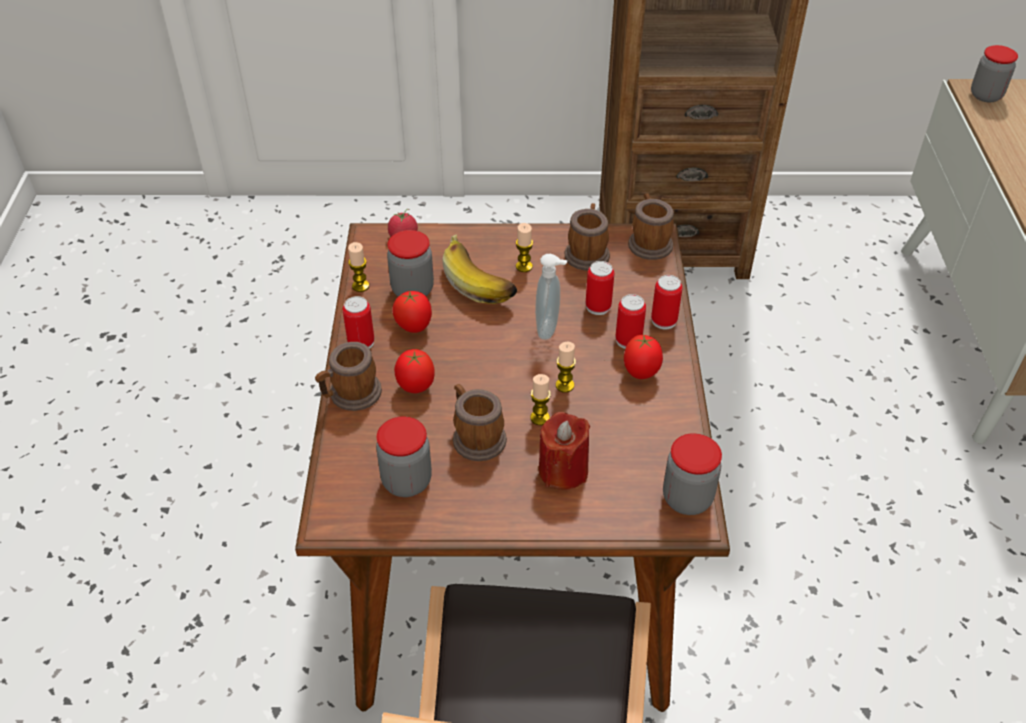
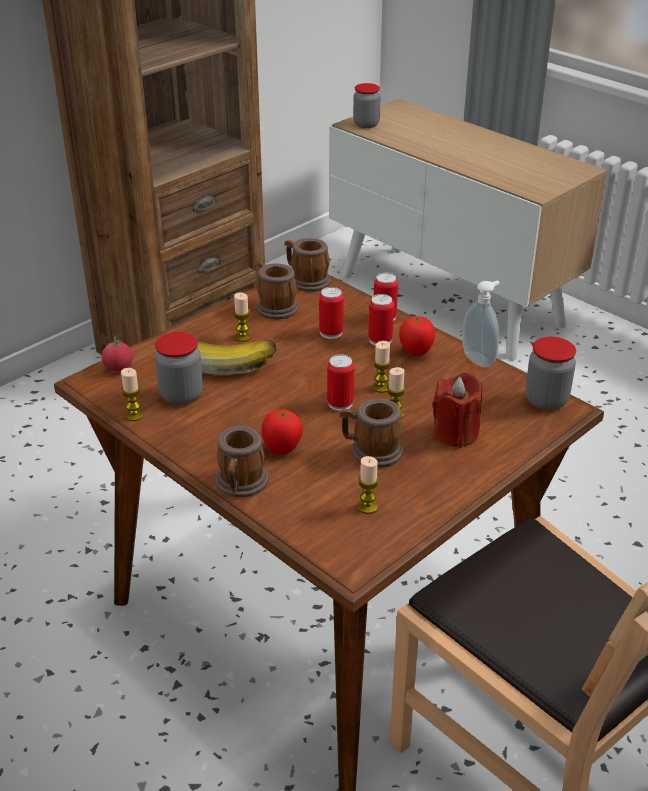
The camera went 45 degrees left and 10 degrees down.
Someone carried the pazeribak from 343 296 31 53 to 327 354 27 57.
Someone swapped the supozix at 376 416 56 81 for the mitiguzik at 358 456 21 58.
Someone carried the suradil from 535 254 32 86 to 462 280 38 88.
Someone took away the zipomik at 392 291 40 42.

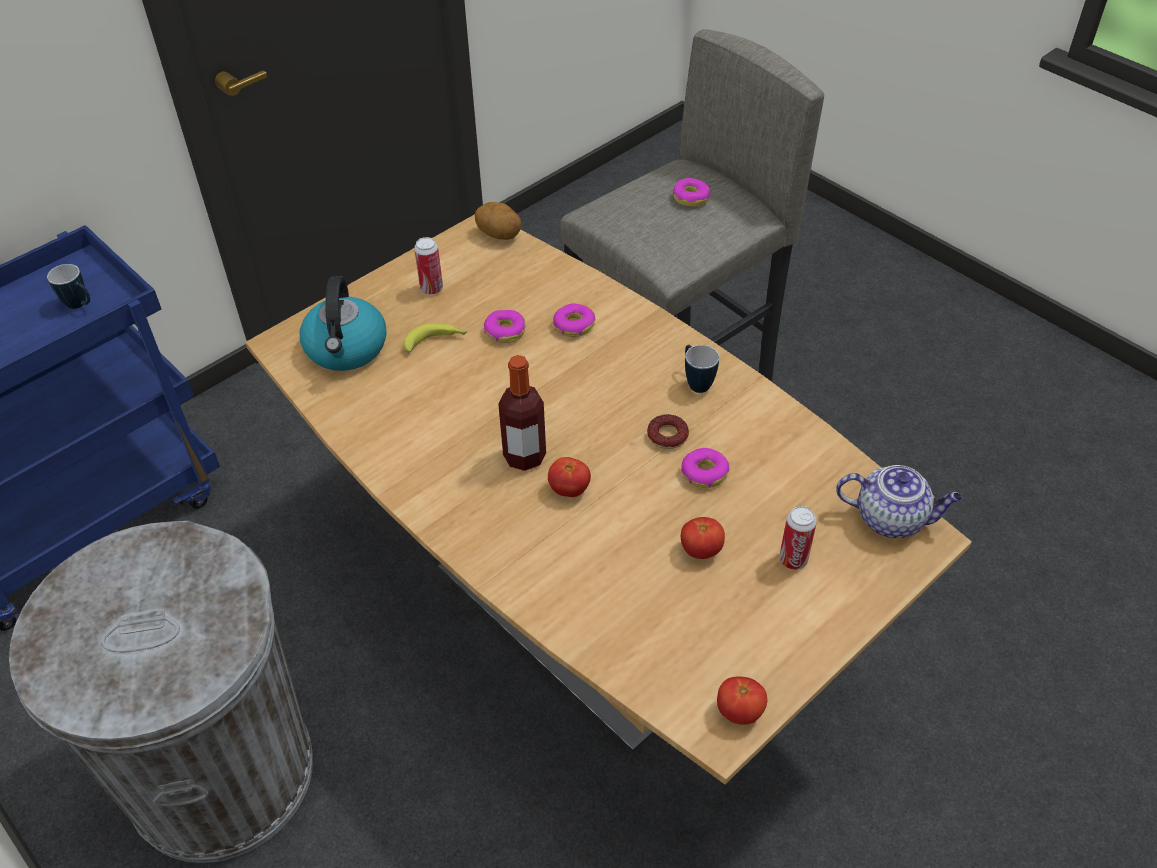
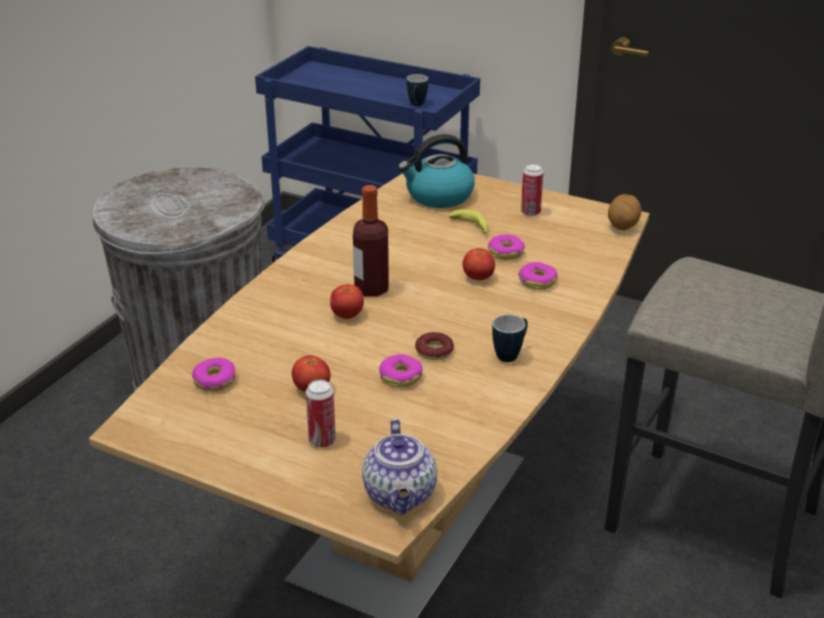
The camera went 70 degrees right and 15 degrees down.
Someone carried the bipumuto from 673 178 37 29 to 192 358 44 33.
Someone carried the zipomik from 717 676 50 49 to 463 248 32 32.

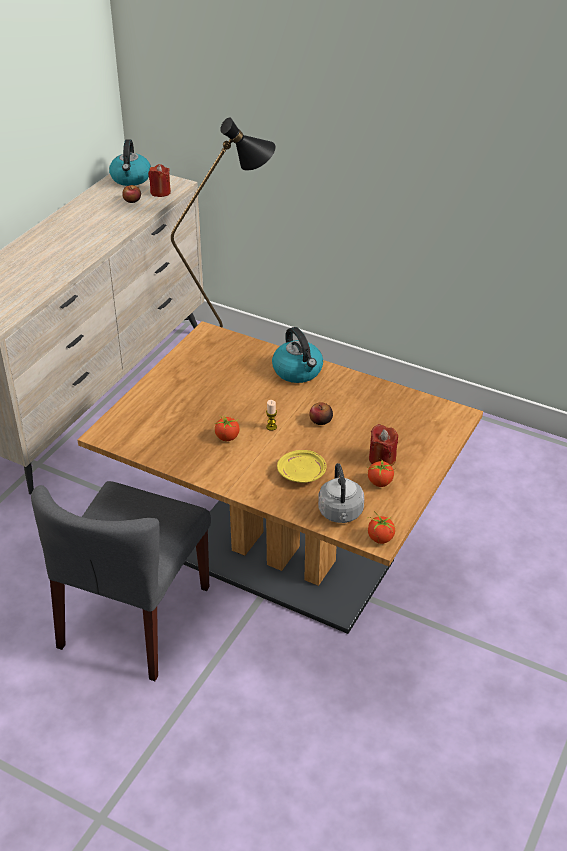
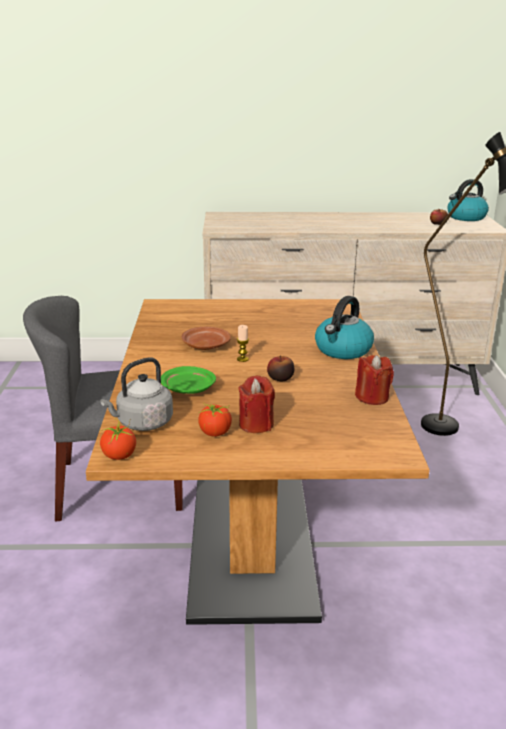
The camera went 60 degrees right and 15 degrees down.
Someone repainted the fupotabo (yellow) at 277 450 49 33, which became the fupotabo (green) at 161 366 55 28.
Someone swapped the zipomik at 215 416 24 26 for the fupotabo (brown) at 182 327 49 23.
Someone carried the mitiguzik (red) from 148 164 23 33 to 355 355 39 50.

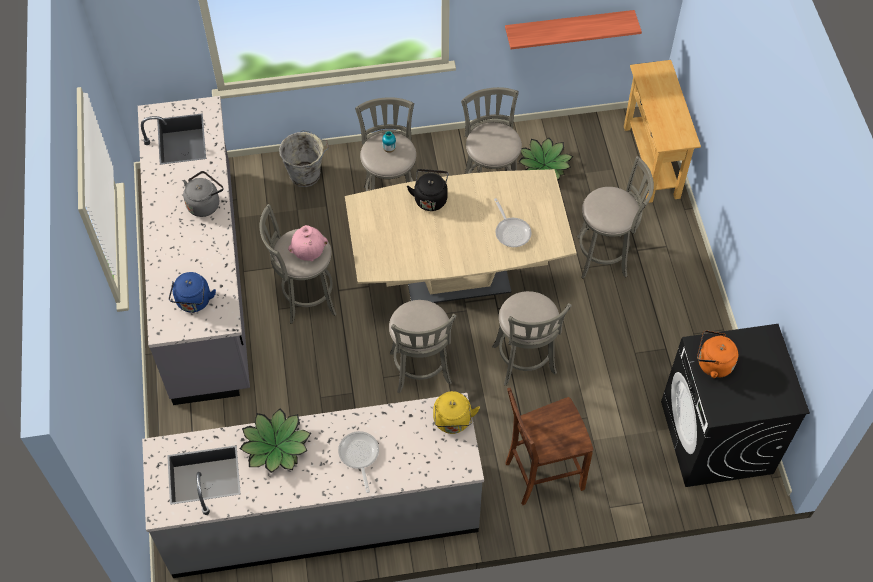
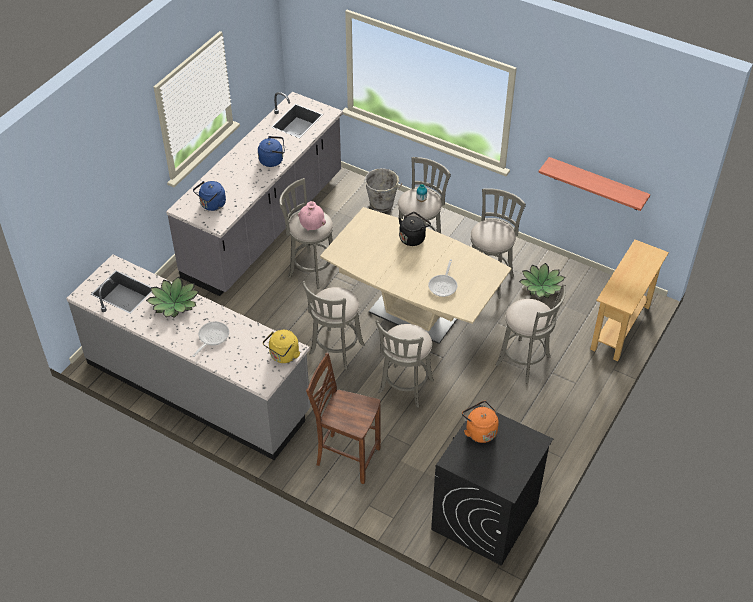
The camera went 40 degrees right and 10 degrees down.
Someone repainted the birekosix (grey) at 183 171 40 46, which became the birekosix (blue) at 258 136 27 31.

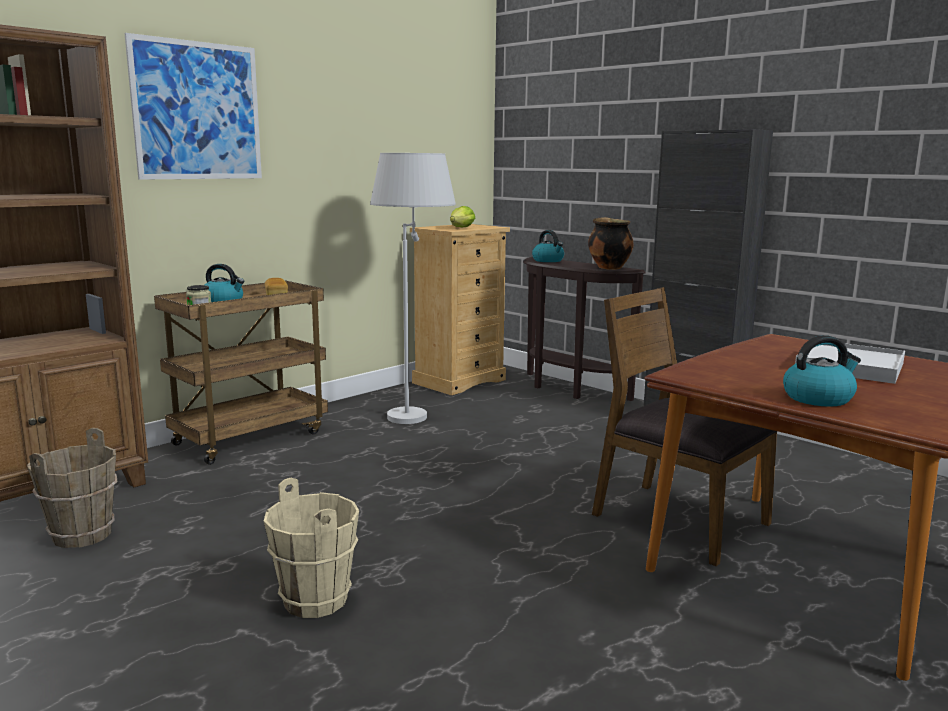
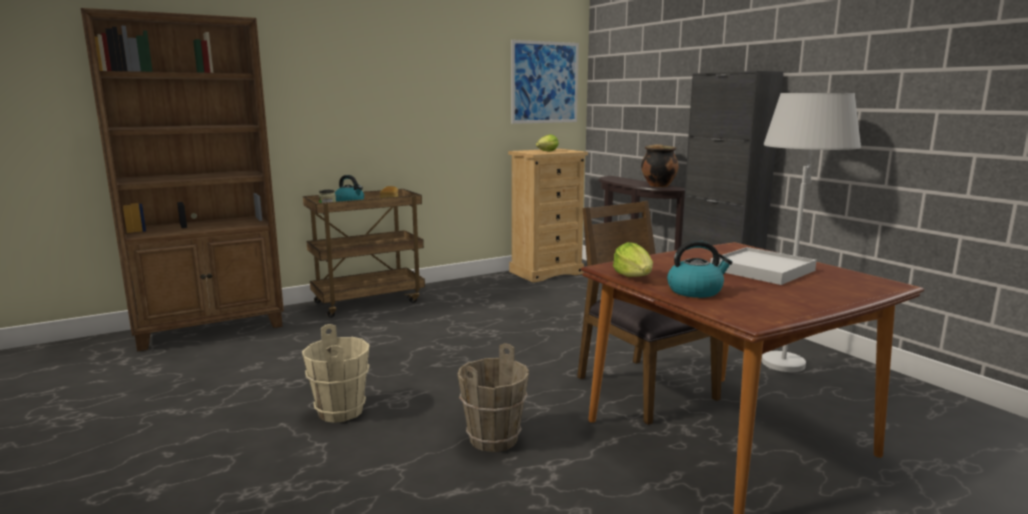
The camera went 15 degrees right and 0 degrees up.
Someone carried the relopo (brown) from 27 428 90 120 to 457 343 72 109.
Someone carried the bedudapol from 124 33 138 147 to 511 40 68 84.
Someone put down the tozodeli at 613 242 40 35.
Someone carried the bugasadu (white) from 370 153 86 271 to 762 93 99 279.
Someone took away the birekosix at 532 230 32 32.

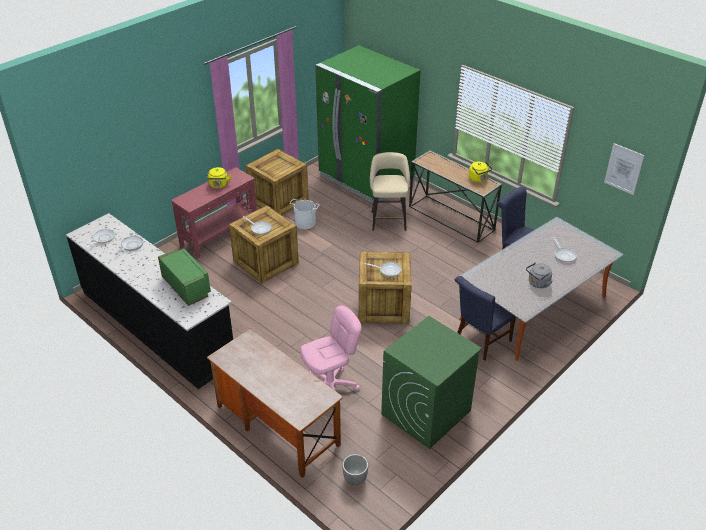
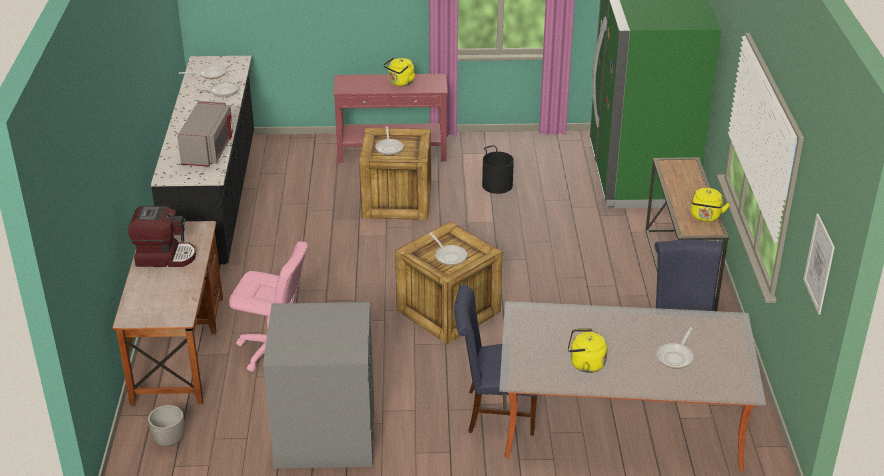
The camera went 45 degrees right and 5 degrees down.
Someone put down the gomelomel at 128 206 68 61.
Someone repainted the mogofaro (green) at 158 248 53 58, which became the mogofaro (grey) at 177 101 56 66.
Someone repainted the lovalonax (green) at 381 316 101 133, which became the lovalonax (grey) at 263 302 111 166.
Someone repainted the relopo (white) at 290 199 30 30, which became the relopo (black) at 482 145 32 49.
Someone repainted the birekosix (grey) at 526 263 26 25, which became the birekosix (yellow) at 568 329 39 44.
Someone took away the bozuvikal at 246 149 63 66.
Someone took away the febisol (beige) at 370 152 40 79.

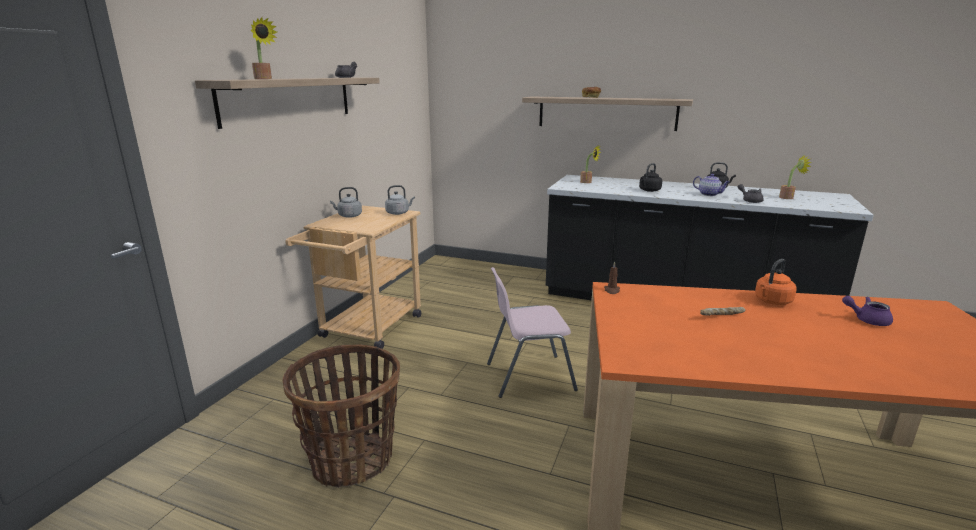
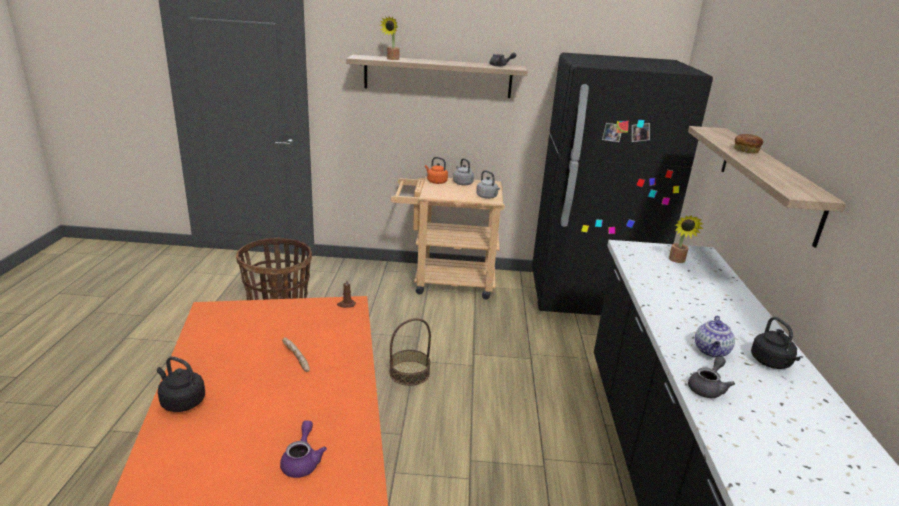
The camera went 70 degrees right and 5 degrees up.
Someone carried the birekosix (black) from 639 163 23 29 to 157 356 48 56.
Someone swapped the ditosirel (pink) at 487 267 91 131 for the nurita at 389 318 42 68.
Someone carried the birekosix (orange) from 755 259 42 46 to 425 157 23 27.
Someone put down the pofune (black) at 532 53 181 262.
Someone took away the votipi at 779 154 32 45.

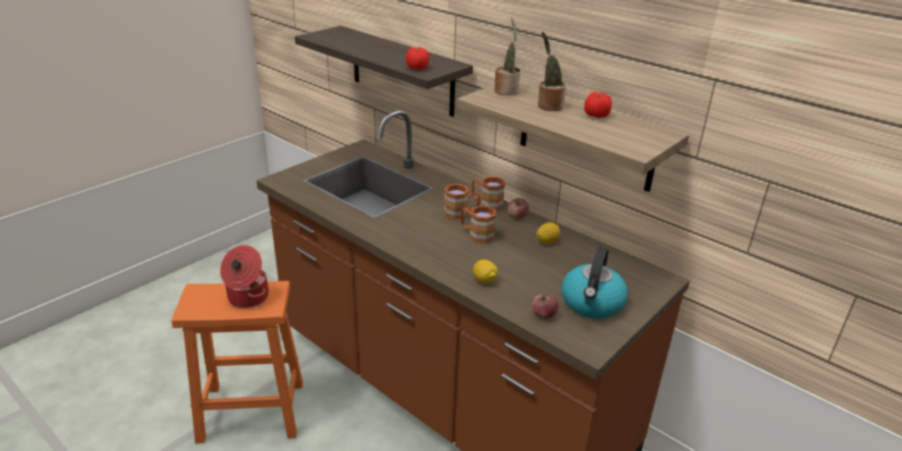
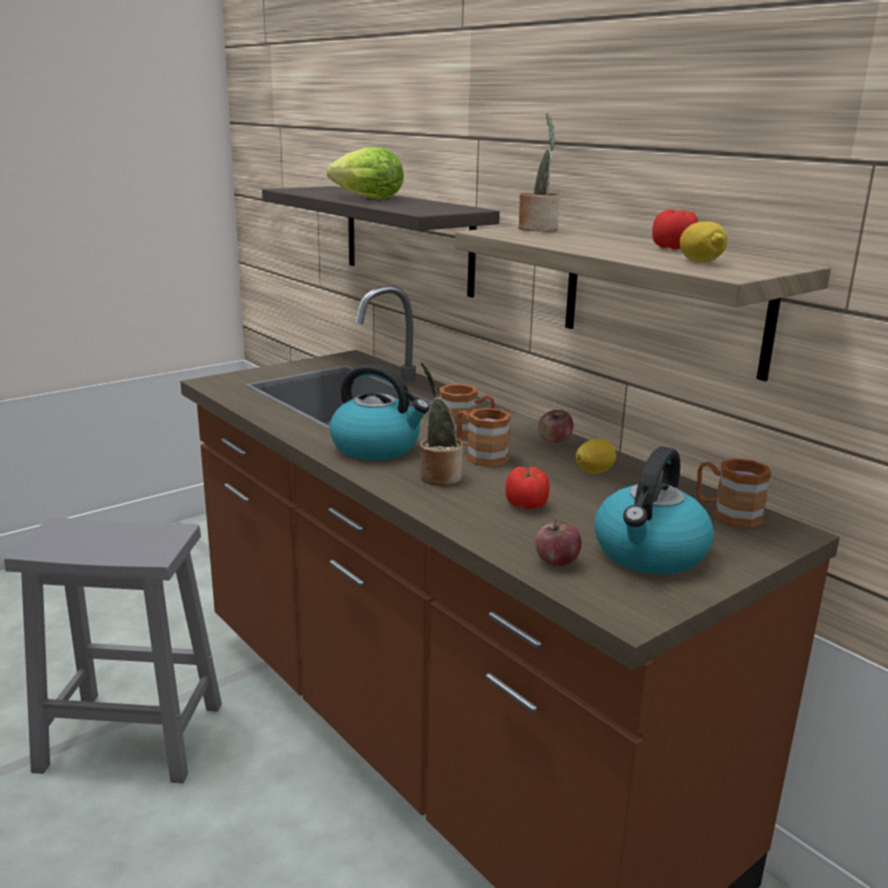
The camera went 10 degrees right and 10 degrees down.
Someone repainted the febisol (orange) at 171 281 132 163, which became the febisol (grey) at 4 517 218 266.
Someone put down the tozodeli at 327 147 77 52.
Someone put down the birekosix at 329 364 100 96.
Someone carried the votipi from 538 31 28 80 to 420 362 43 124.
Someone carried the zipomik from 406 47 23 23 to 505 467 45 42.
Someone carried the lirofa from 473 260 25 23 to 680 221 47 41.
Someone carried the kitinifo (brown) from 472 176 33 35 to 696 458 75 70.
Someone took away the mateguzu at 220 245 49 63.

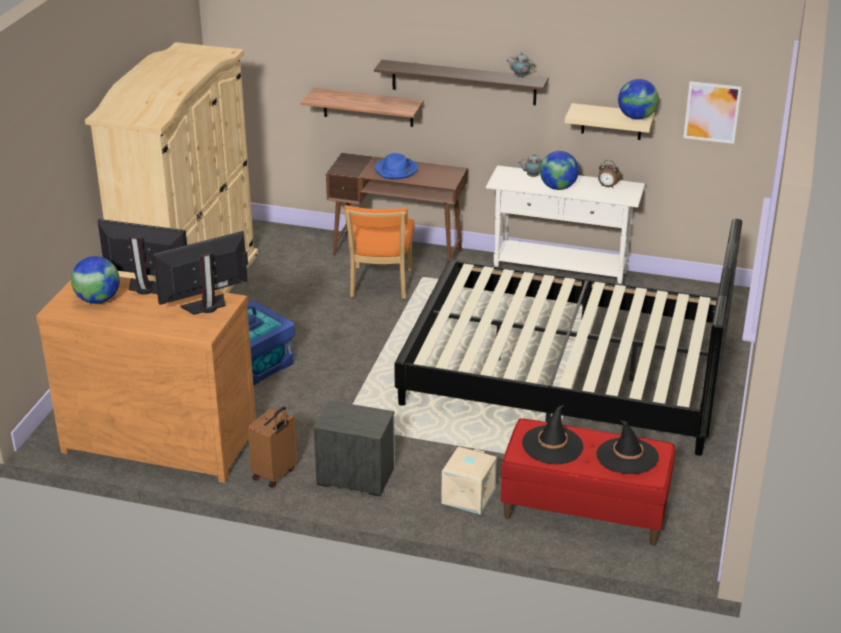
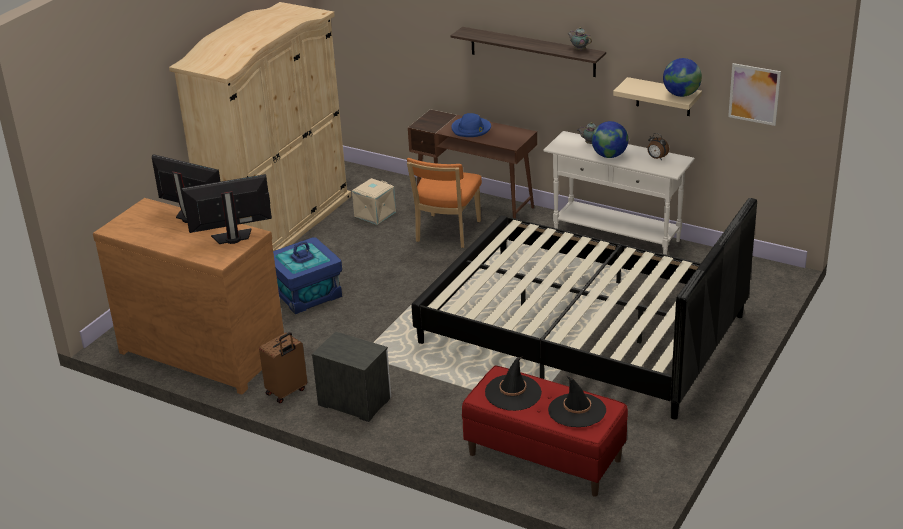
The camera went 15 degrees right and 0 degrees up.
Someone carried the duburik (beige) from 441 447 56 67 to 352 178 44 47.
Someone took away the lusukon at 71 256 49 48.
Someone took away the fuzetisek at 301 88 123 39.

